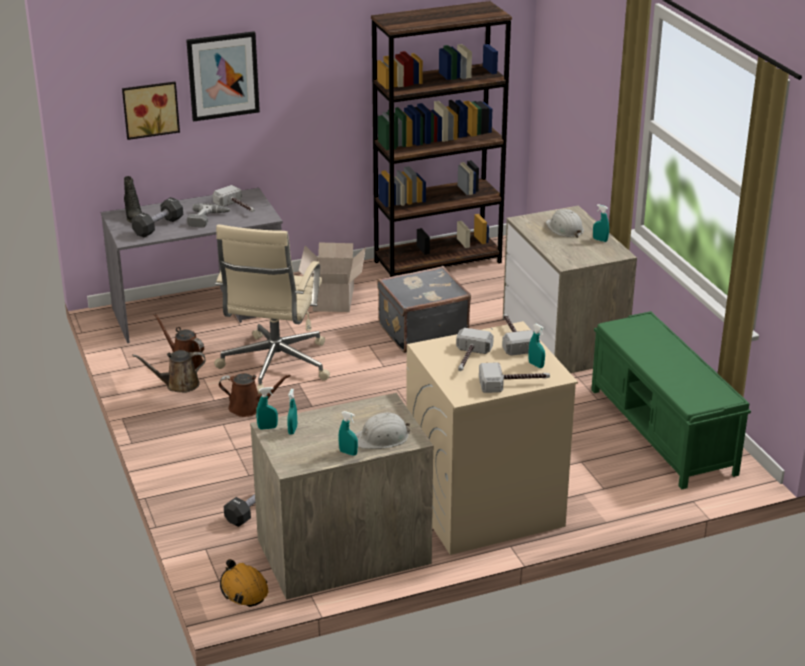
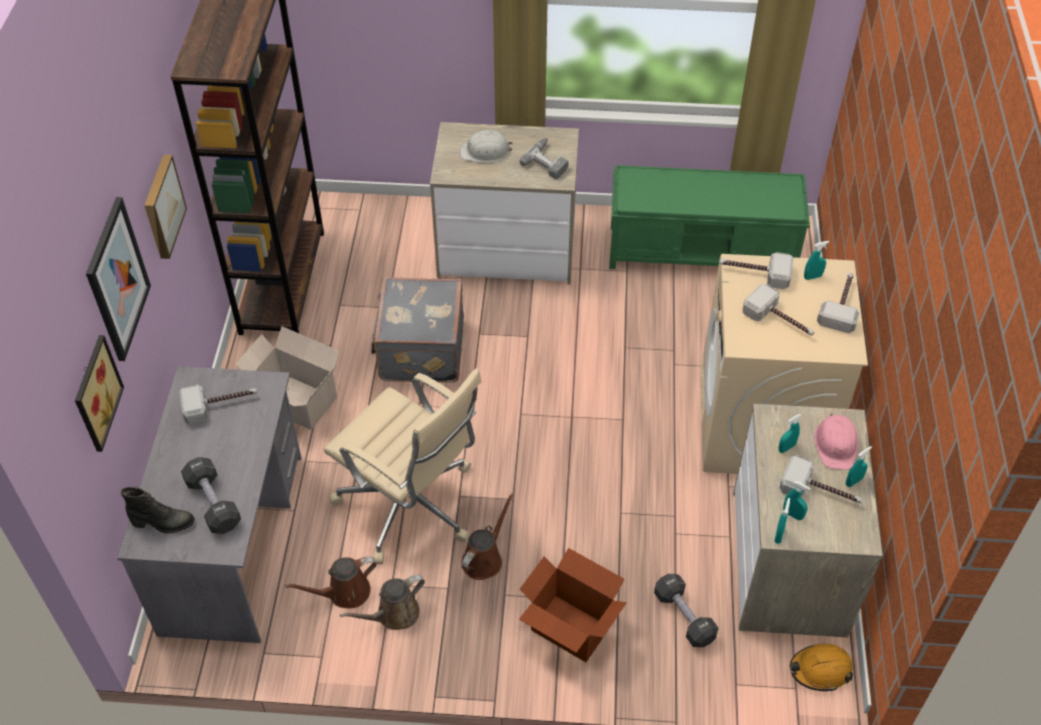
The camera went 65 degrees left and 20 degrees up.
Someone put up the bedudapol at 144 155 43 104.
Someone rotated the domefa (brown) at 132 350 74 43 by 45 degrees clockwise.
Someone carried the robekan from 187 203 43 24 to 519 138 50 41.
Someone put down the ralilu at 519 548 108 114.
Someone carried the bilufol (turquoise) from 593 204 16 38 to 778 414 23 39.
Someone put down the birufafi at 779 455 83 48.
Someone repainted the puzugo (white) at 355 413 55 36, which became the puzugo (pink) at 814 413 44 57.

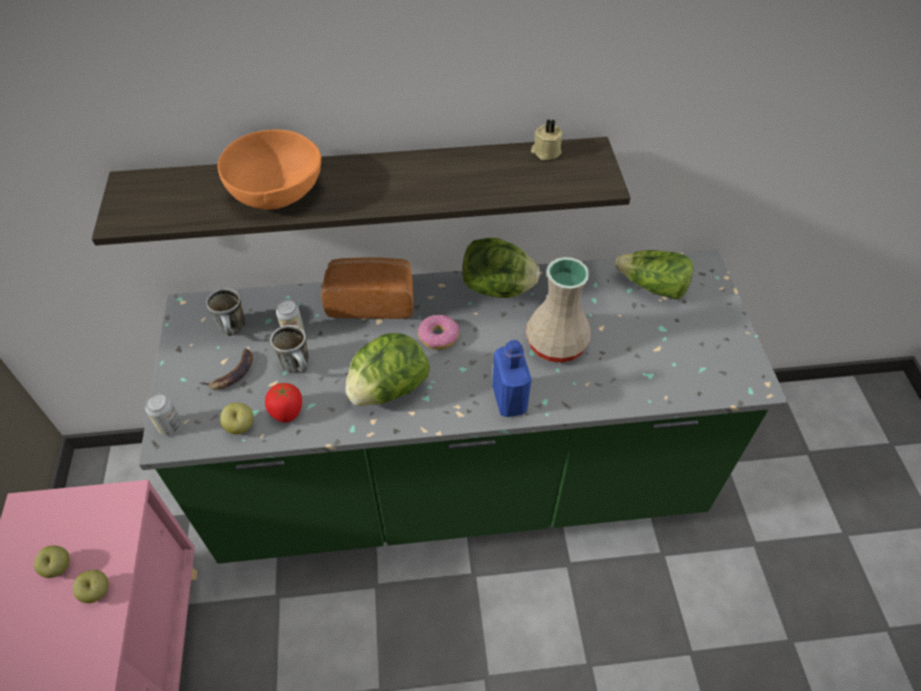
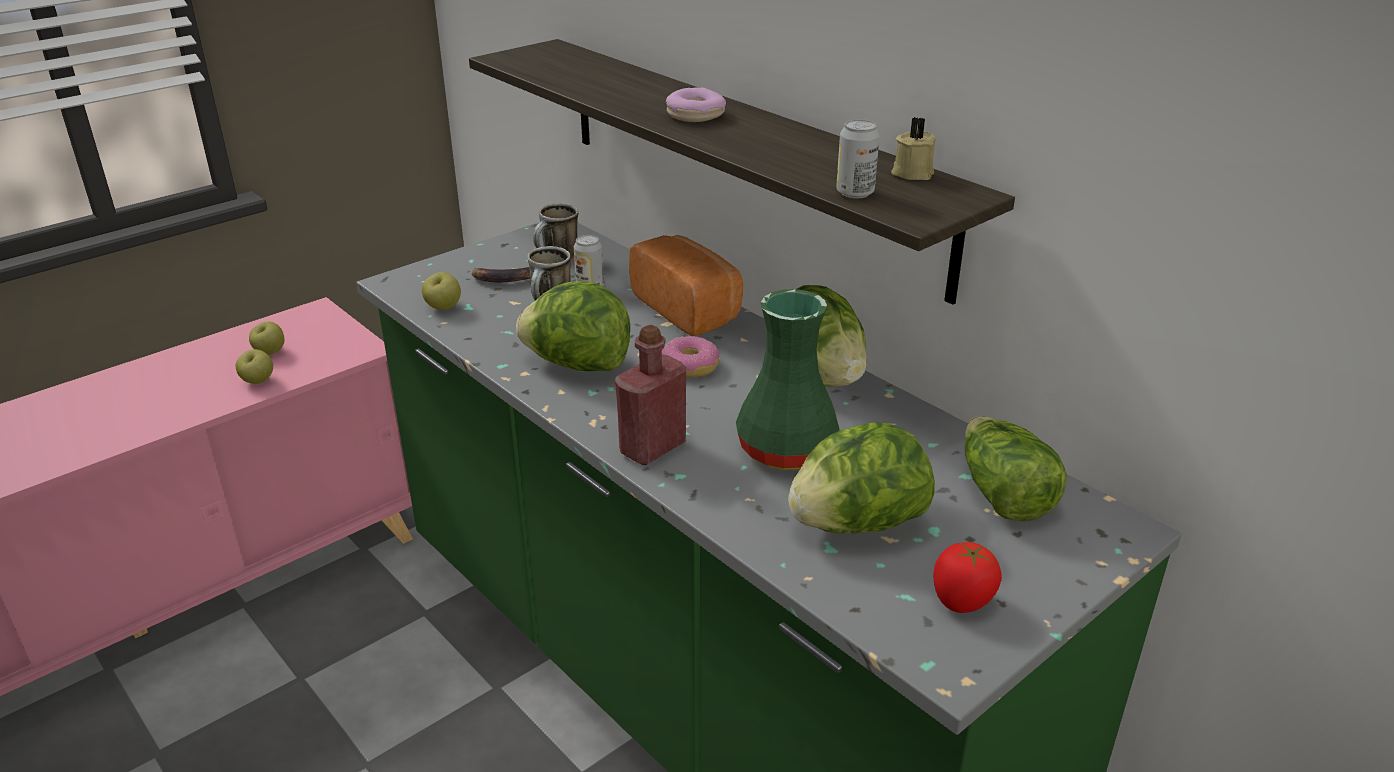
The camera went 55 degrees right and 20 degrees down.
Someone repainted the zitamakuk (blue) at 492 340 39 77, which became the zitamakuk (red) at 615 325 71 140.
Someone put down the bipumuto at 666 88 60 34.
Someone repainted the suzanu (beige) at 526 257 65 106, which became the suzanu (green) at 736 289 103 181.
Someone put down the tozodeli at 788 422 147 111.
Someone carried the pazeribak from 145 394 37 42 to 836 119 44 79.
Someone carried the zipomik from 265 383 37 40 to 933 542 69 71.
Someone took away the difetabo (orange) at 218 130 103 80.

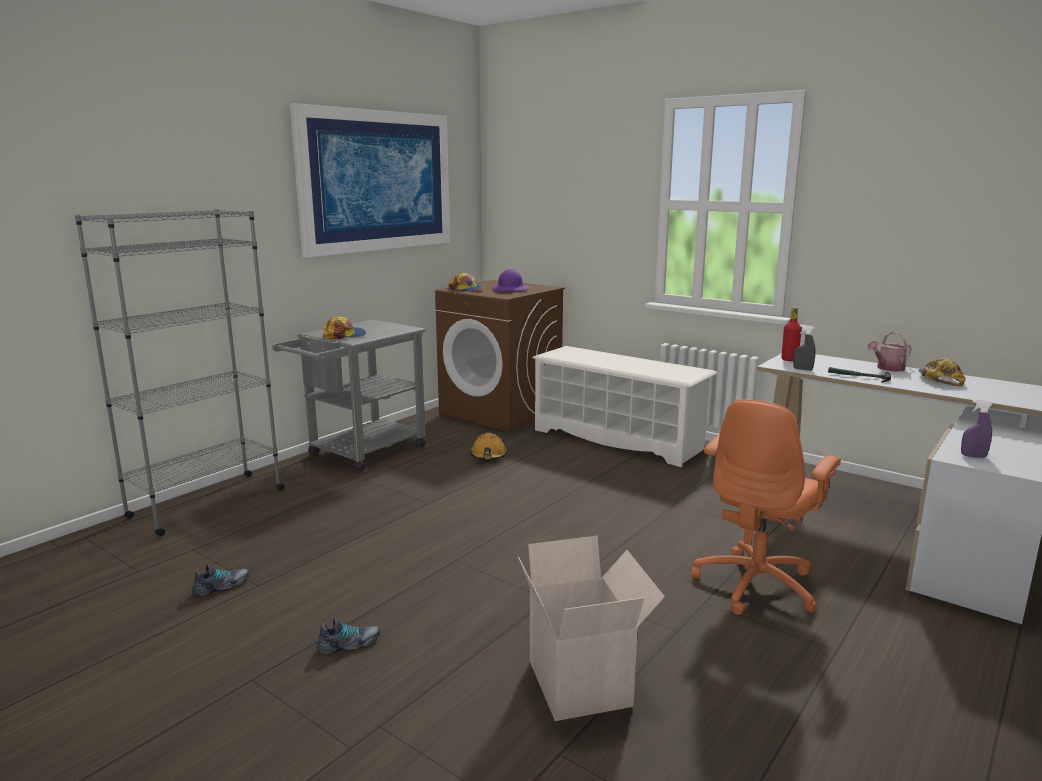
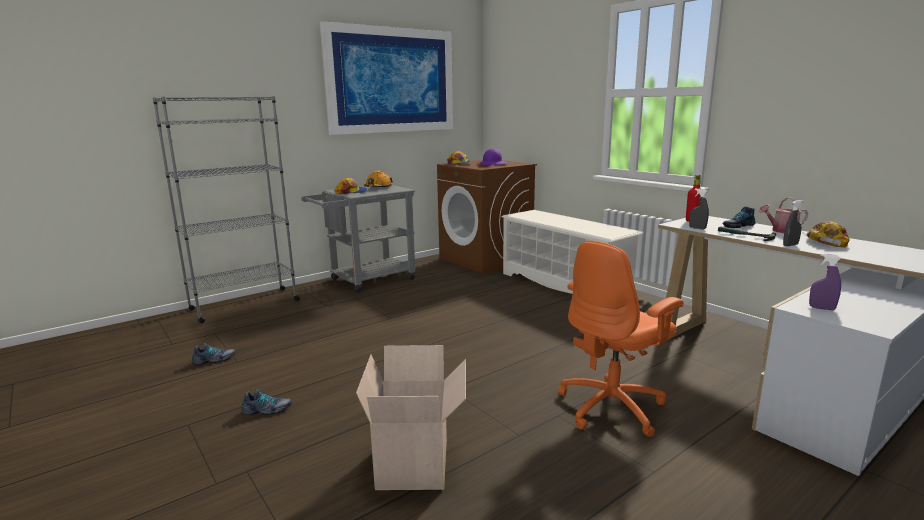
The camera went 15 degrees right and 0 degrees up.
Someone carried the puzugo (orange) from 471 433 36 26 to 364 171 29 16.
Someone put down the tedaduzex at 723 206 32 22.
Someone put down the bilufol (grey) at 783 200 21 46.

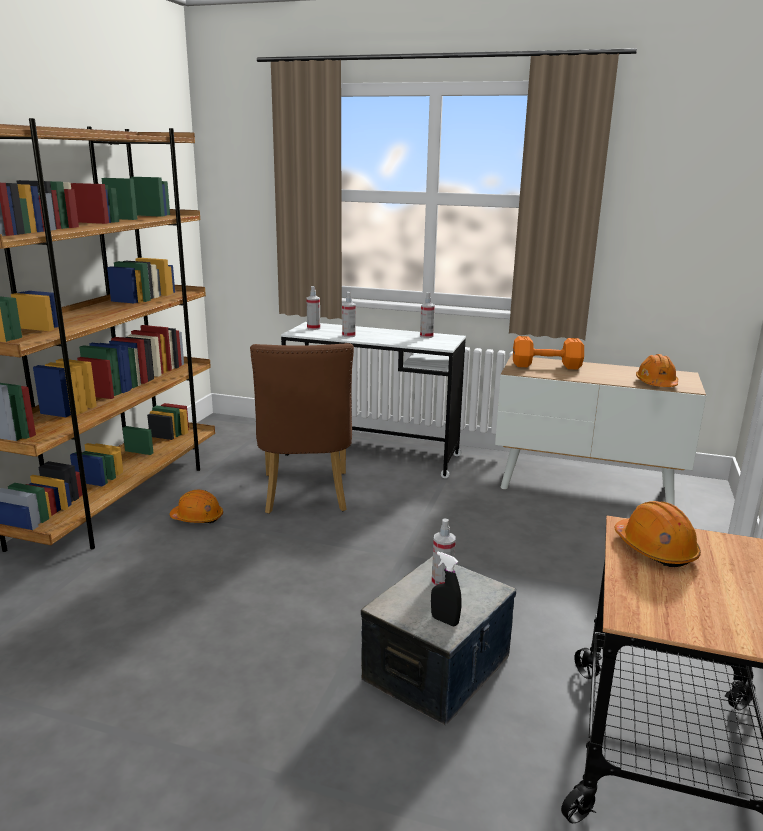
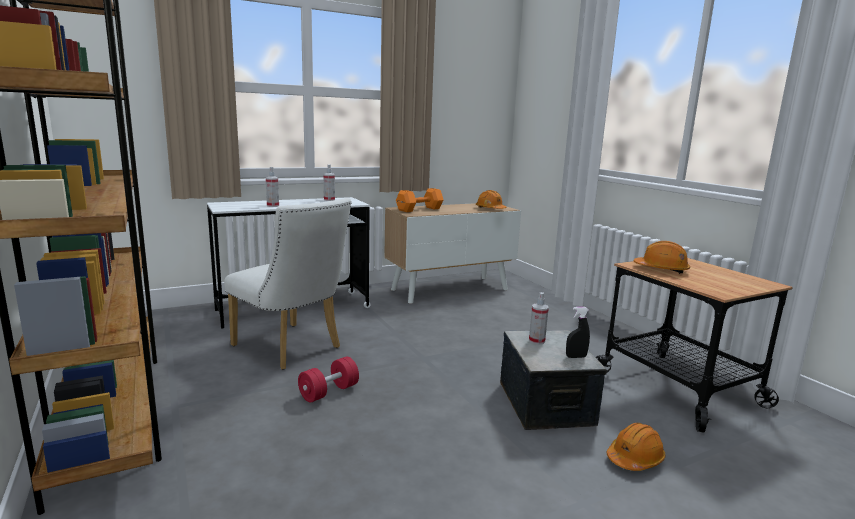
The camera went 45 degrees left and 5 degrees down.
Someone repainted the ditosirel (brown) at 250 343 104 171, which became the ditosirel (white) at 224 198 128 172.
Someone put down the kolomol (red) at 298 356 61 47.
Someone carried the puzugo (orange) from 170 490 53 33 to 607 423 59 48.
Someone took away the bilufol at 307 286 13 44.

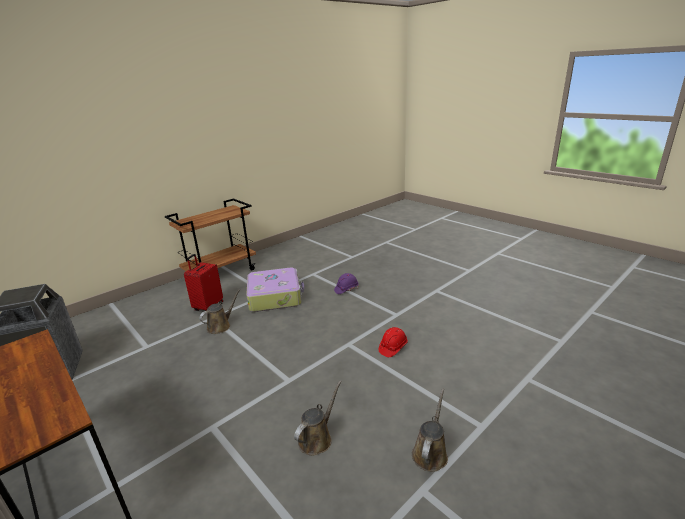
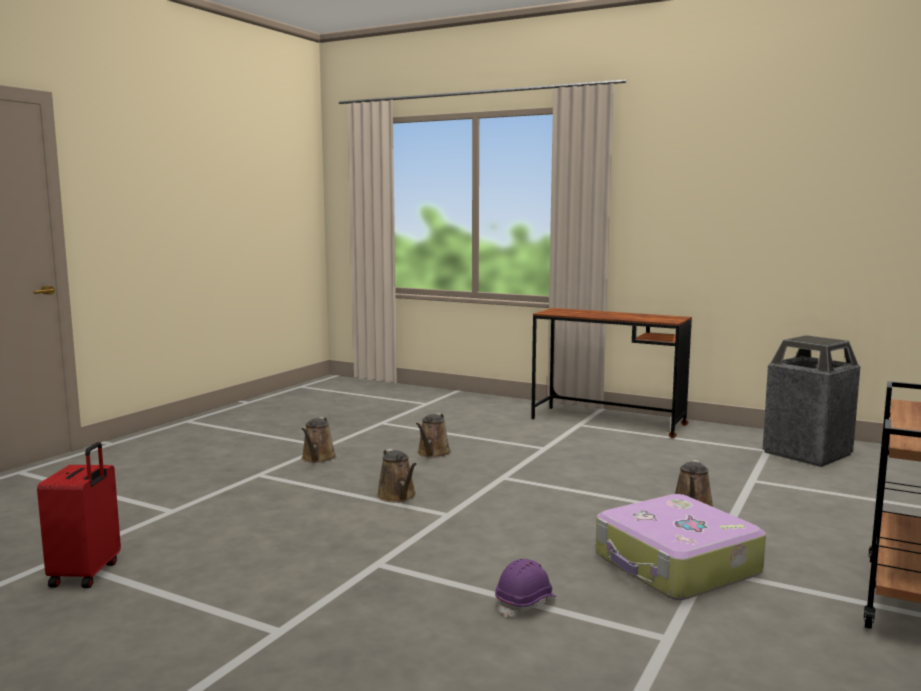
The camera went 160 degrees right and 15 degrees down.
Someone carried the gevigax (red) from 184 254 39 57 to 37 442 84 146.
Someone put down the domefa (brown) at 377 449 39 53.
Someone took away the puzugo (red) at 379 327 29 30.

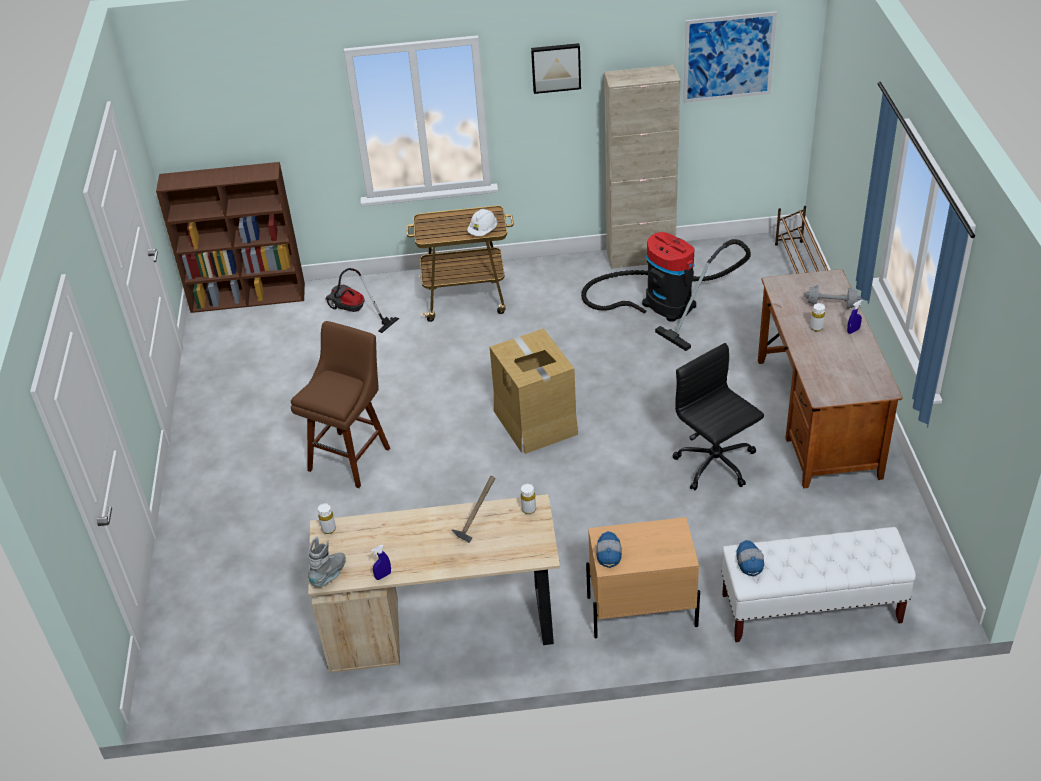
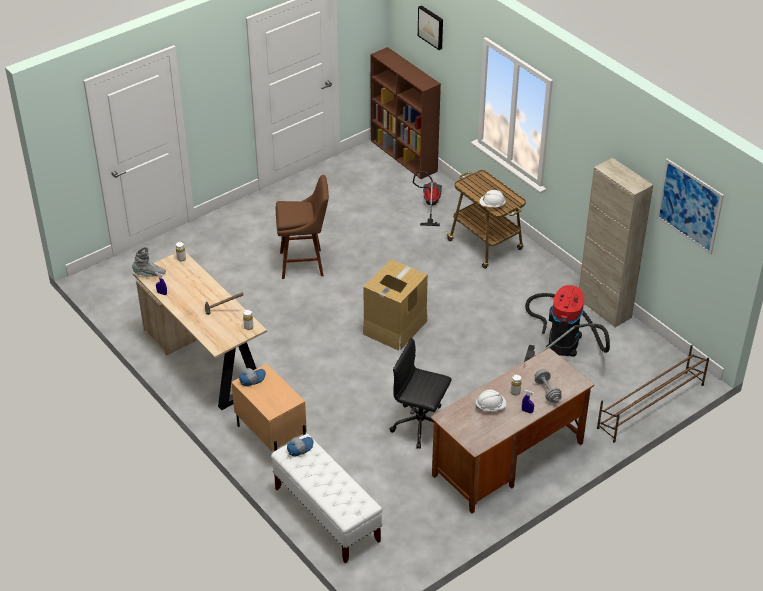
The camera went 55 degrees right and 0 degrees up.
Someone rotated the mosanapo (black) at 673 343 91 148 by 90 degrees counterclockwise.
Someone carried the bedudapol from 531 43 50 51 to 418 5 25 45.
Someone put down the puzugo (white) at 475 390 31 21.

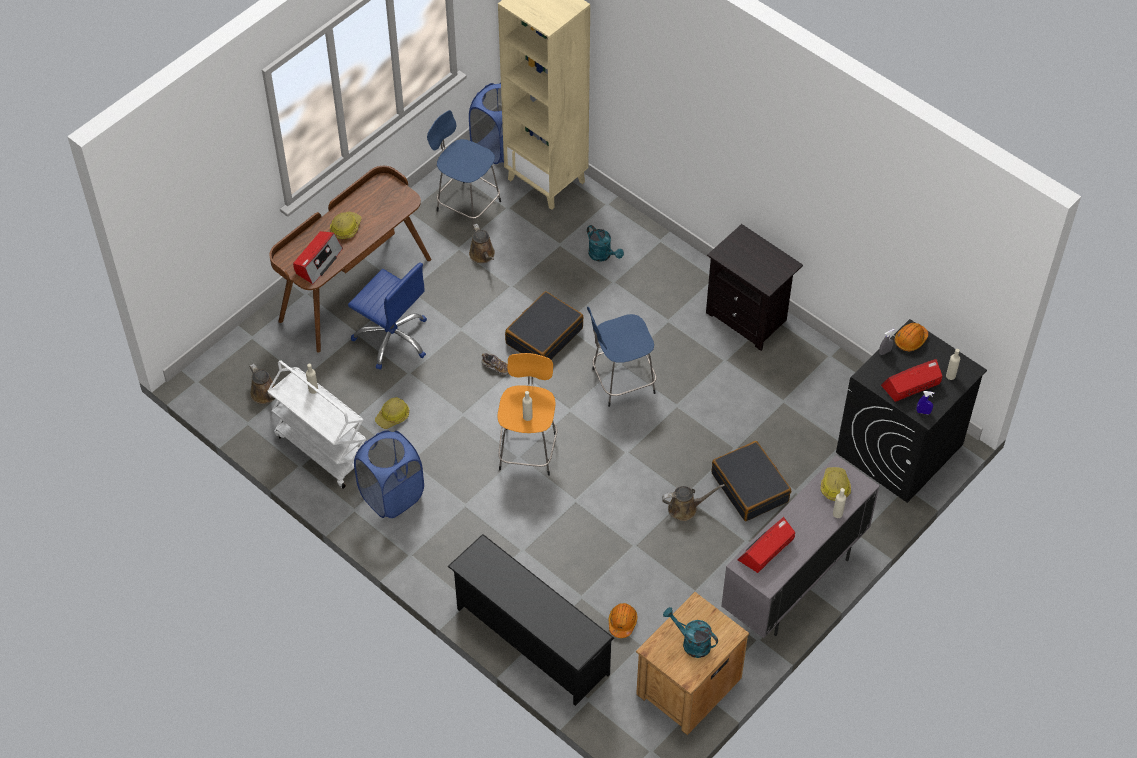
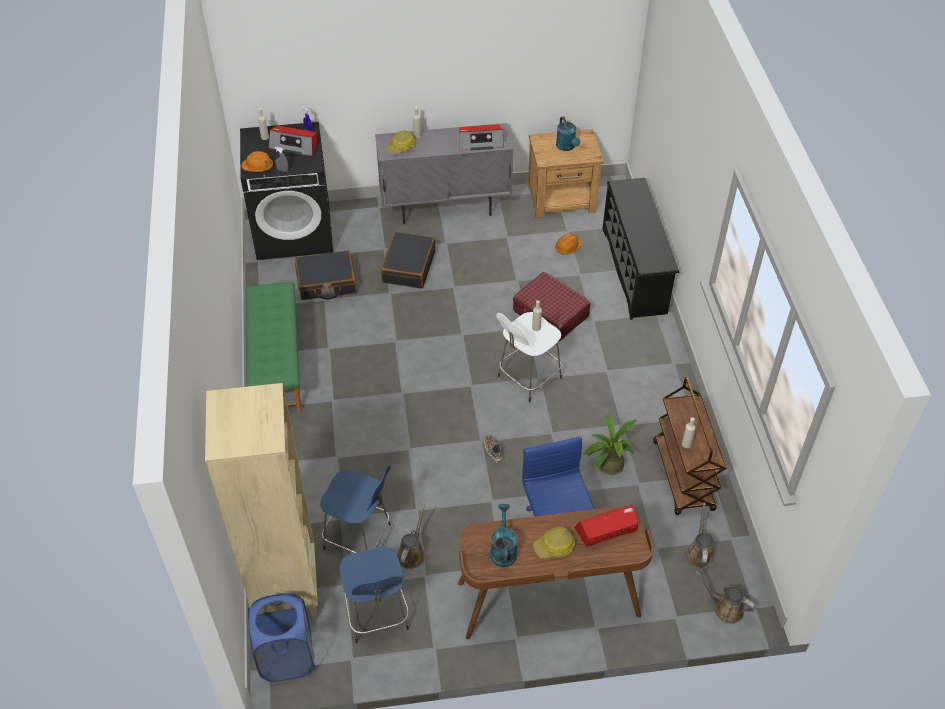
The camera went 140 degrees left and 5 degrees down.
Someone swapped the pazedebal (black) at 706 224 97 127 for the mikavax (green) at 245 282 57 131.
Someone carried the gevigax (black) from 505 291 78 69 to 295 250 62 50.
Someone carried the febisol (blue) from 587 307 70 100 to 320 465 71 88.
Someone carried the domefa (turquoise) from 587 225 37 37 to 490 504 28 63.
Someone repainted the febisol (orange) at 497 353 60 123, which became the febisol (white) at 496 312 66 90.
Someone put down the gevigax (red) at 513 272 78 69.
Someone swapped the puzugo at 375 397 34 32 for the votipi at 582 415 55 60.
Someone repainted the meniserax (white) at 267 360 99 129, which became the meniserax (brown) at 653 377 74 138.
Someone carried the domefa (brown) from 662 484 63 37 to 696 571 59 53.
Someone took away the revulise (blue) at 354 430 70 88.

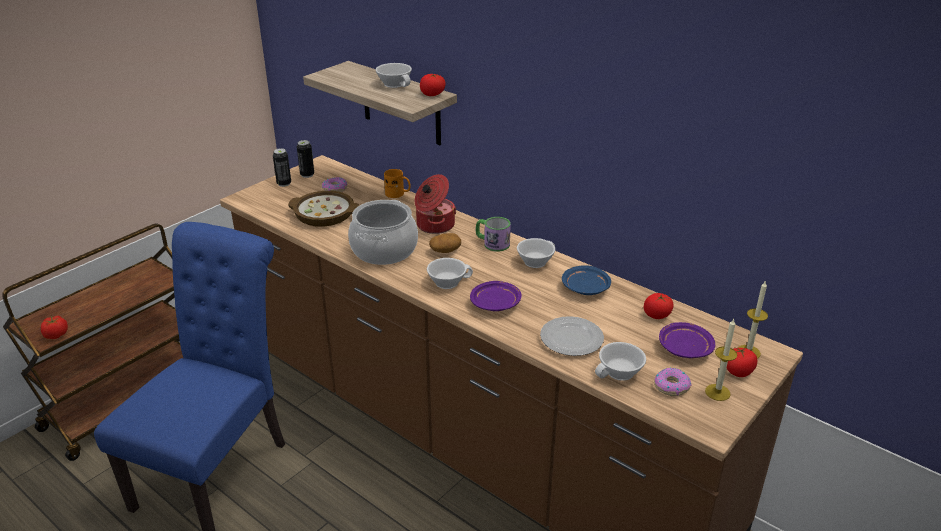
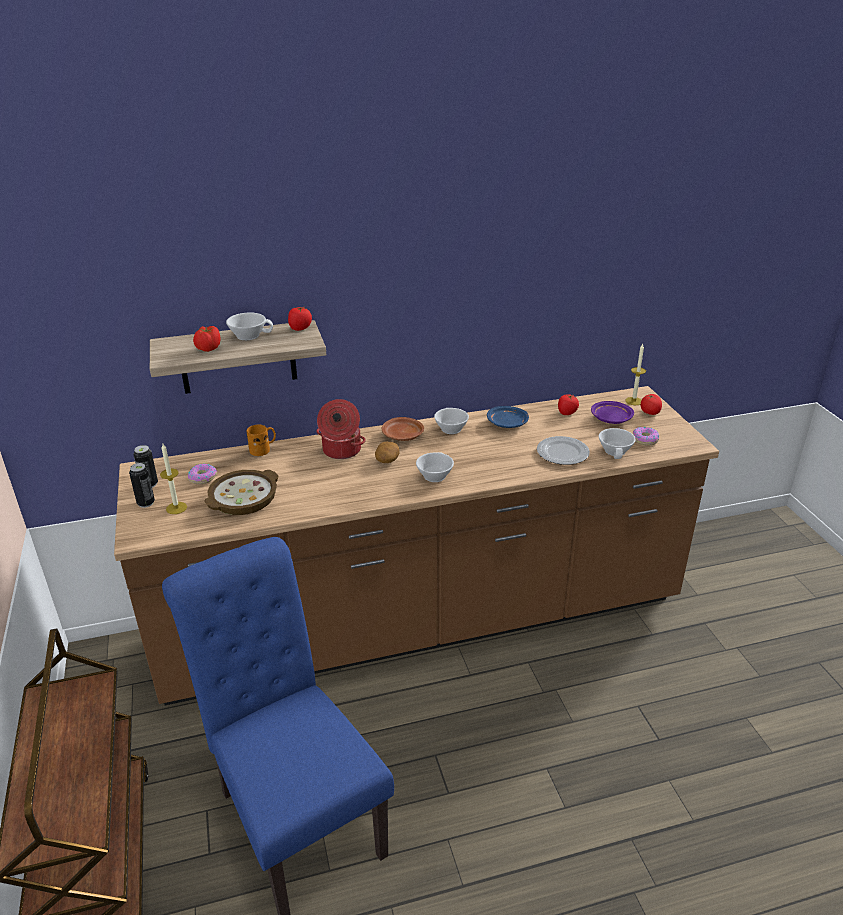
The camera went 55 degrees left and 0 degrees up.
Someone carried the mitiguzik from 705 319 32 82 to 160 444 27 70.
Someone carried the zipomik from 41 316 27 23 to 193 326 27 26.
Someone swapped the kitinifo at 476 217 35 34 for the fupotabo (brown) at 382 417 42 24.
Someone took away the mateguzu at 348 200 70 65.
Someone took away the fupotabo (purple) at 470 281 52 30.

